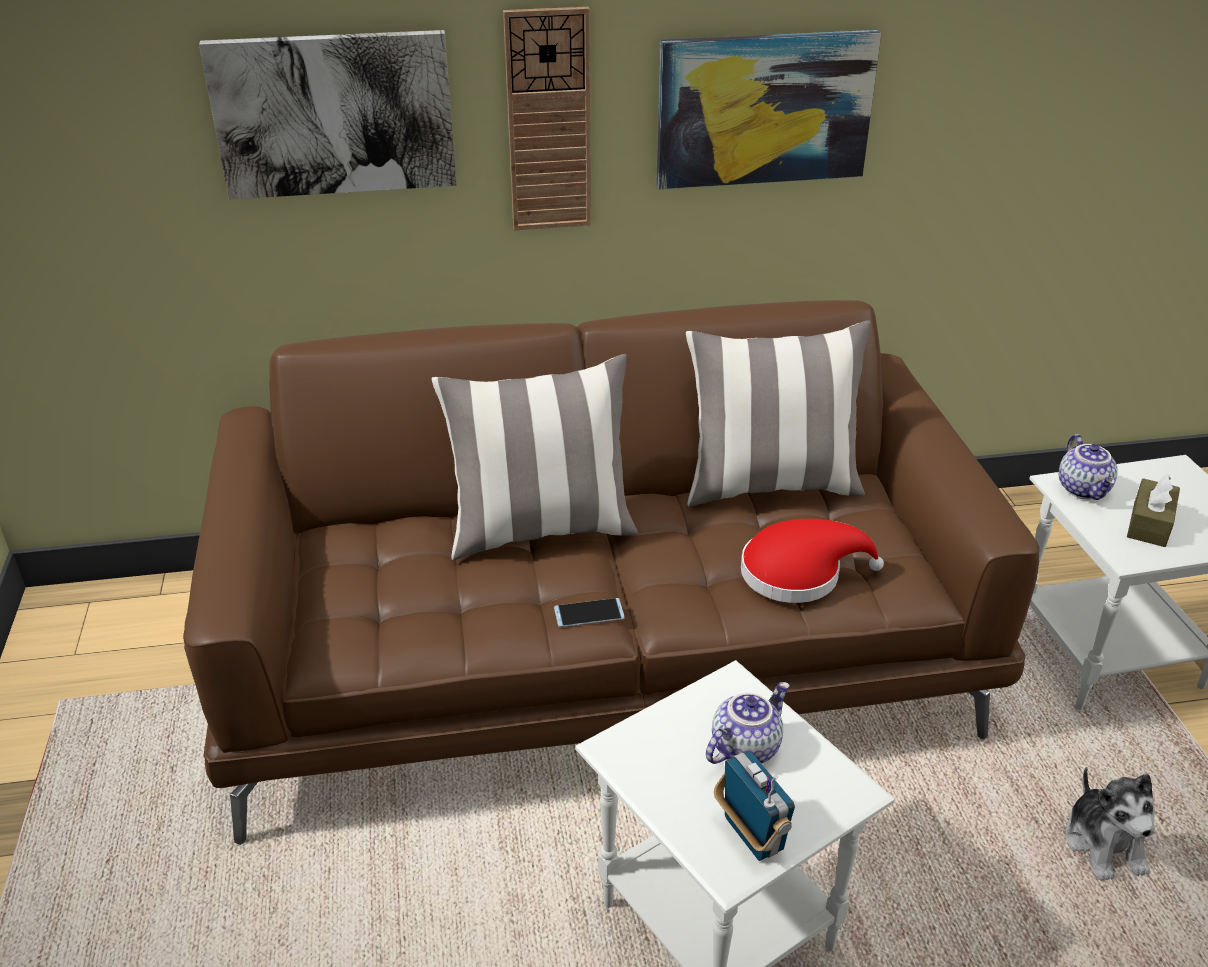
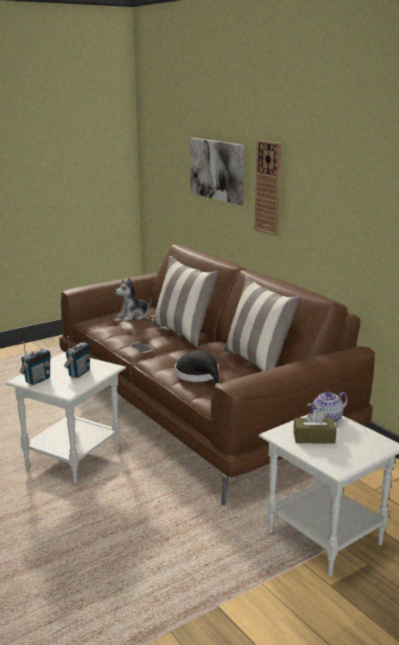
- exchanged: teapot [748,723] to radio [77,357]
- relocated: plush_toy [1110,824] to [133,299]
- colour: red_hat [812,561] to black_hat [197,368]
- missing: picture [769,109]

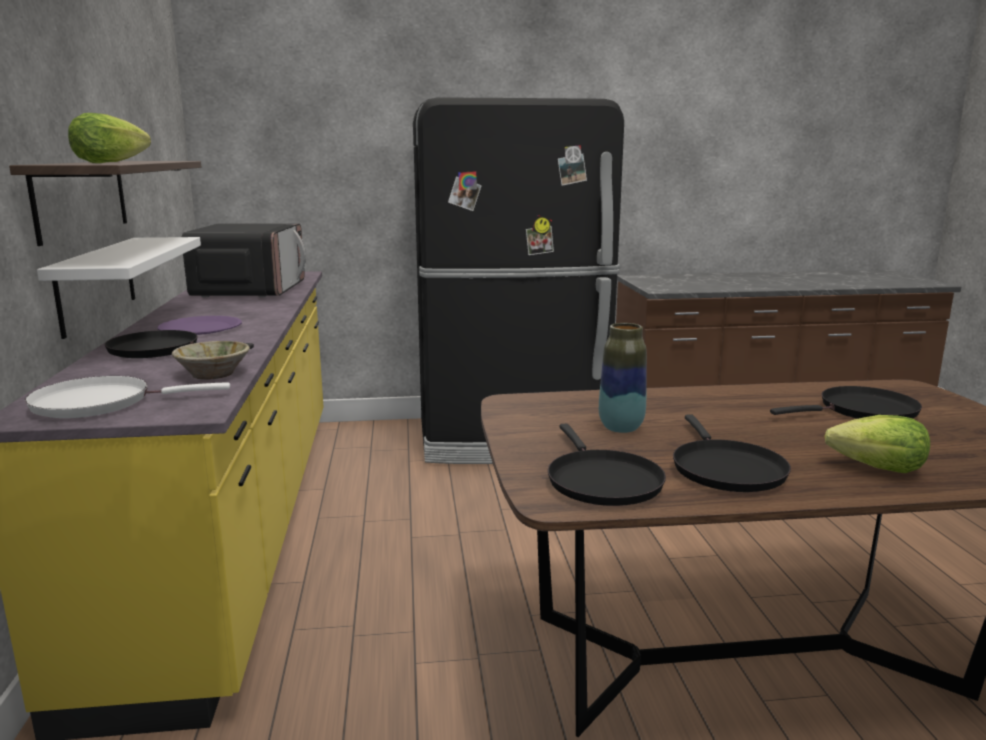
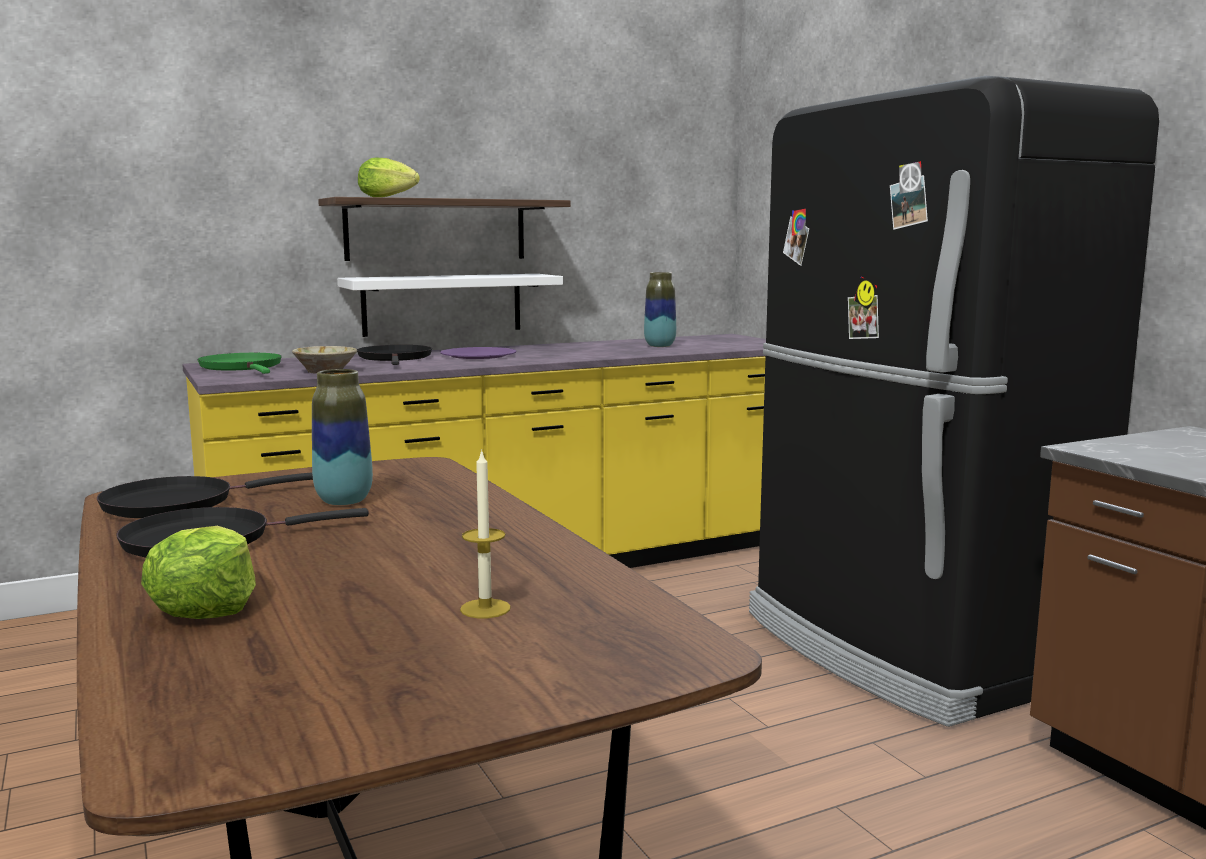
- colour: white_frying_pan [127,397] to green_frying_pan [239,363]
- exchanged: black_frying_pan [846,402] to candle [485,533]
- exchanged: microwave [244,260] to vase [660,309]

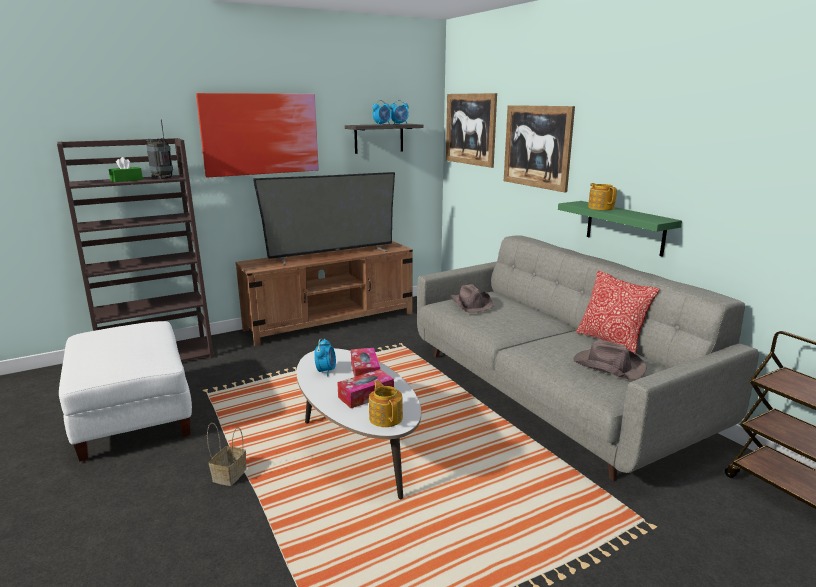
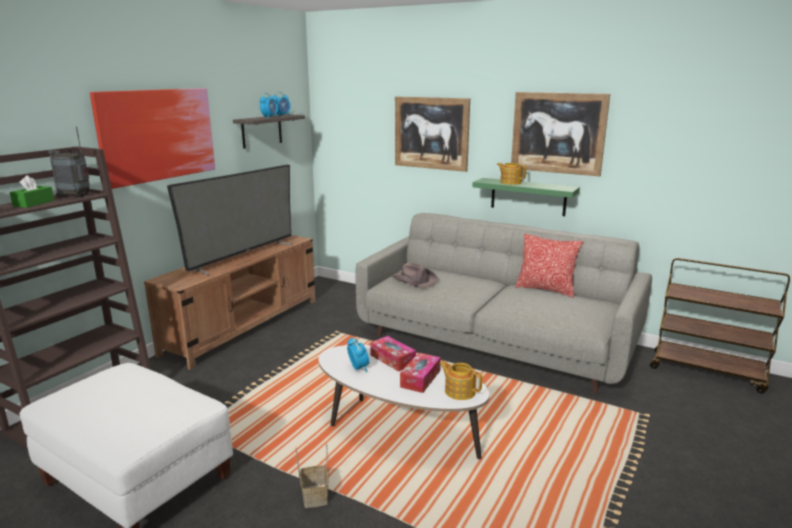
- relocated: picture [471,130] to [560,134]
- missing: brown_hat [610,360]

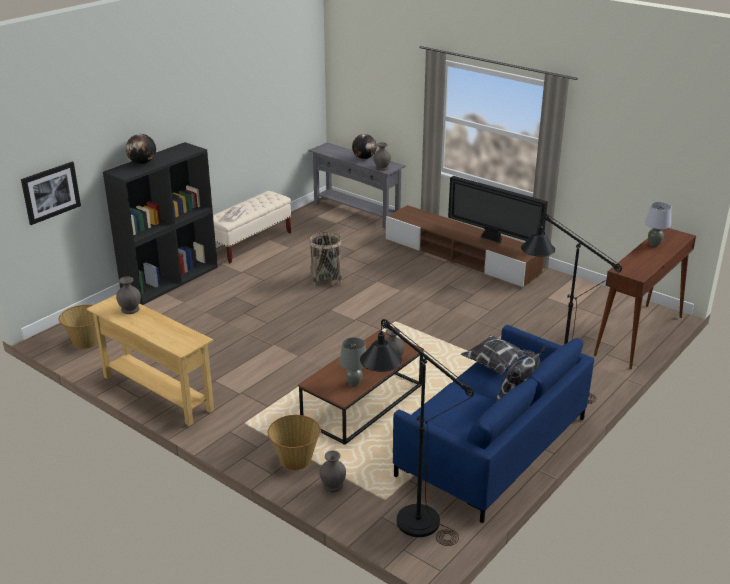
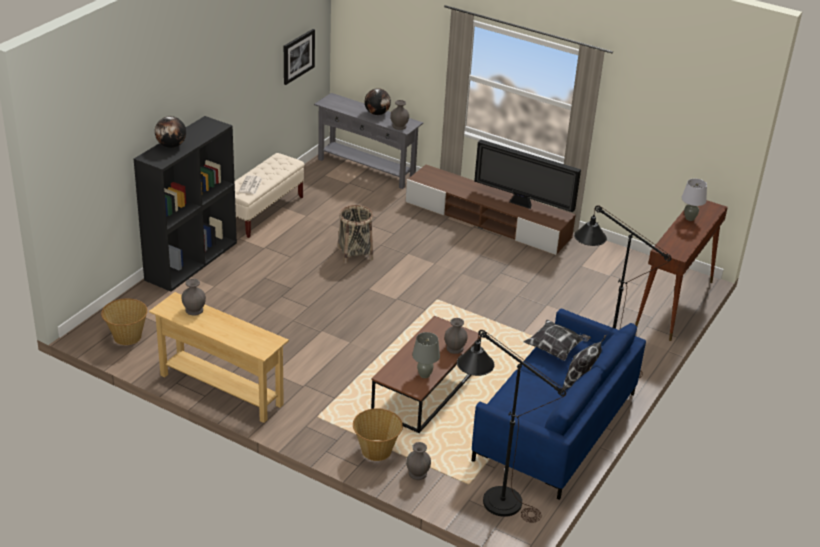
- relocated: picture [51,193] to [299,57]

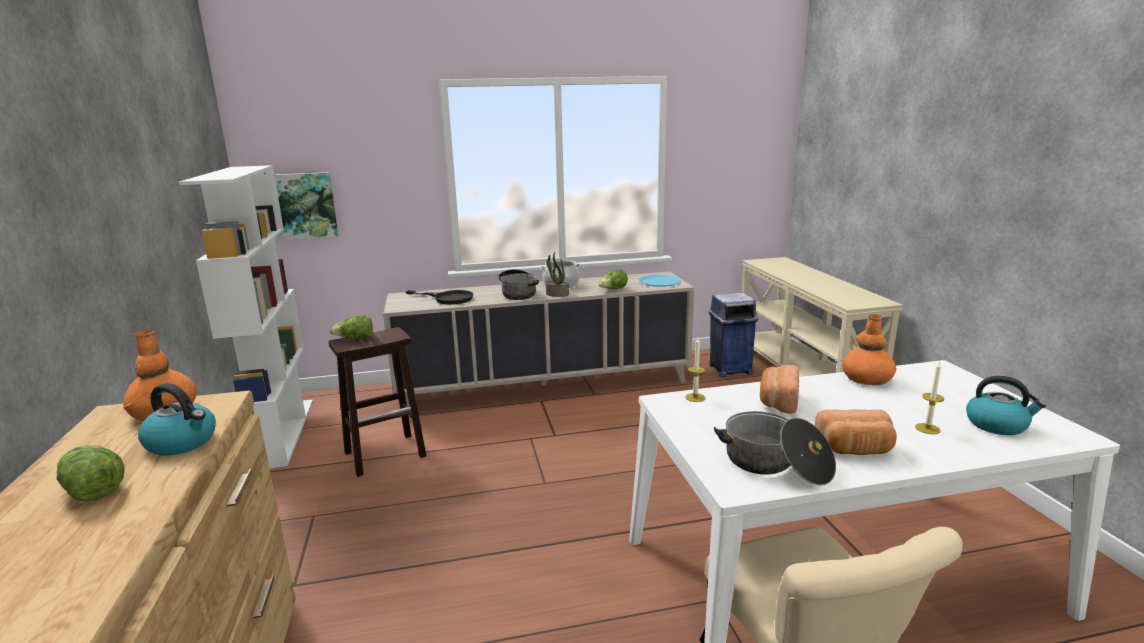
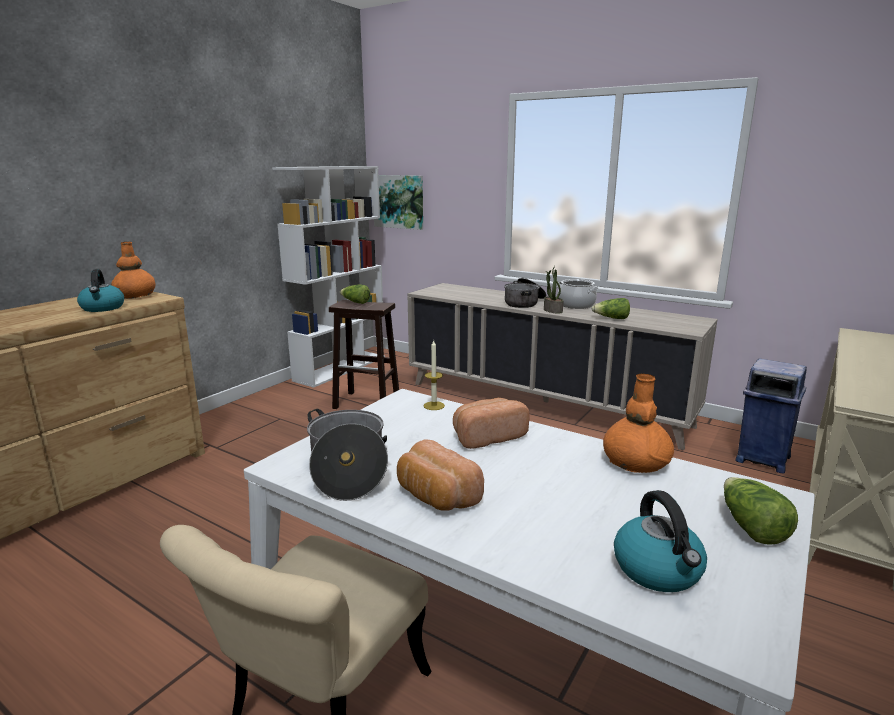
- relocated: lettuce [91,473] to [761,511]
- missing: black_frying_pan [440,297]
- missing: blue_plate [660,281]
- missing: candle [929,397]

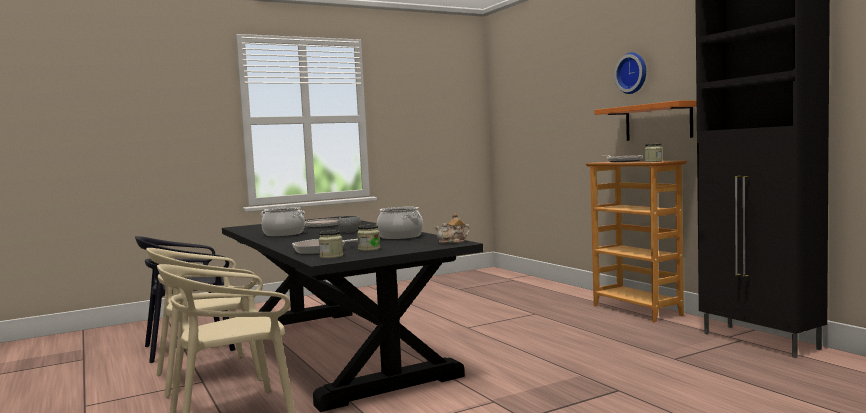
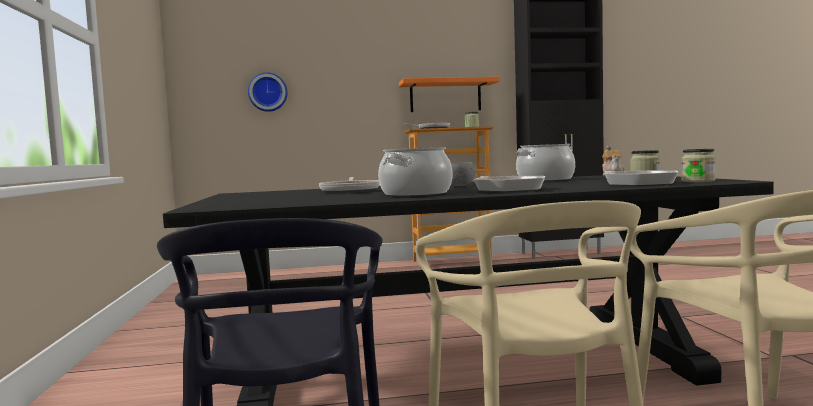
- relocated: wall_clock [630,73] to [268,92]
- appeared: frying_pan [509,184]

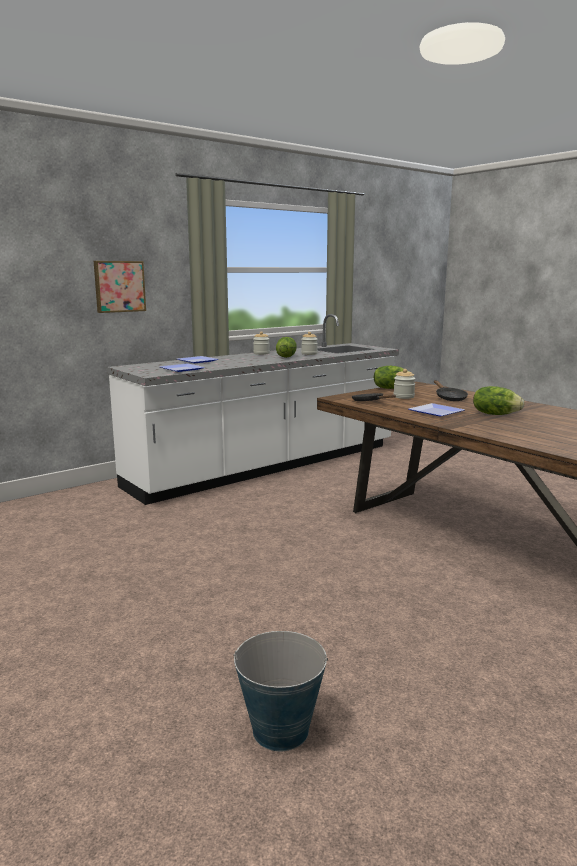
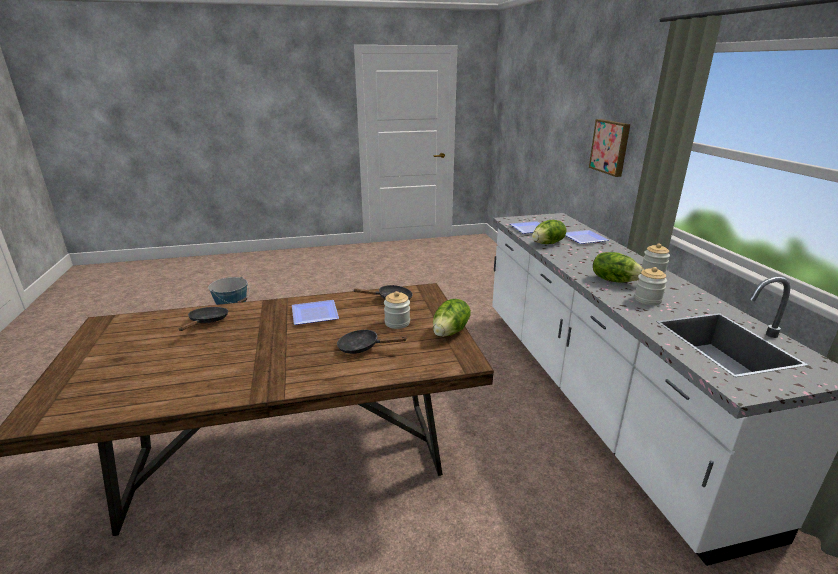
- appeared: black_frying_pan [203,319]
- relocated: lettuce [498,400] to [549,232]

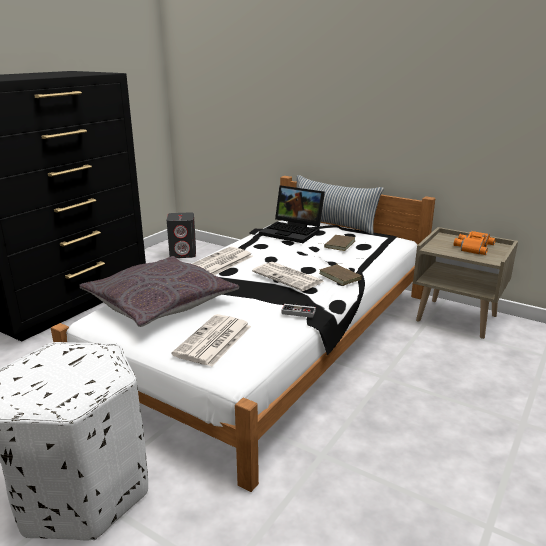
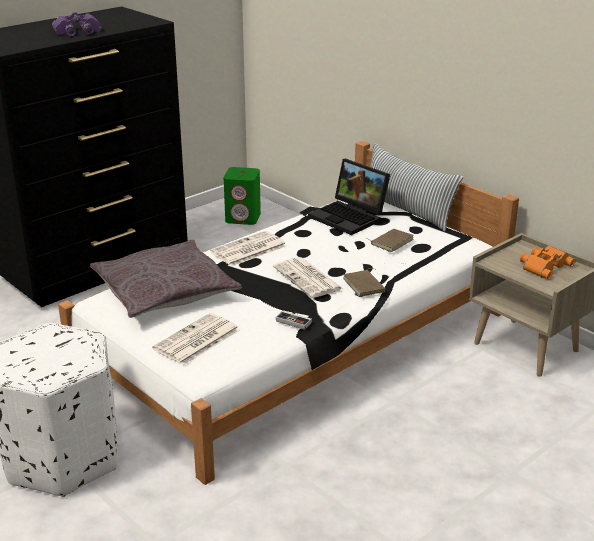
- appeared: purple_binoculars [77,24]
- colour: grey_speaker [181,235] to green_speaker [242,196]

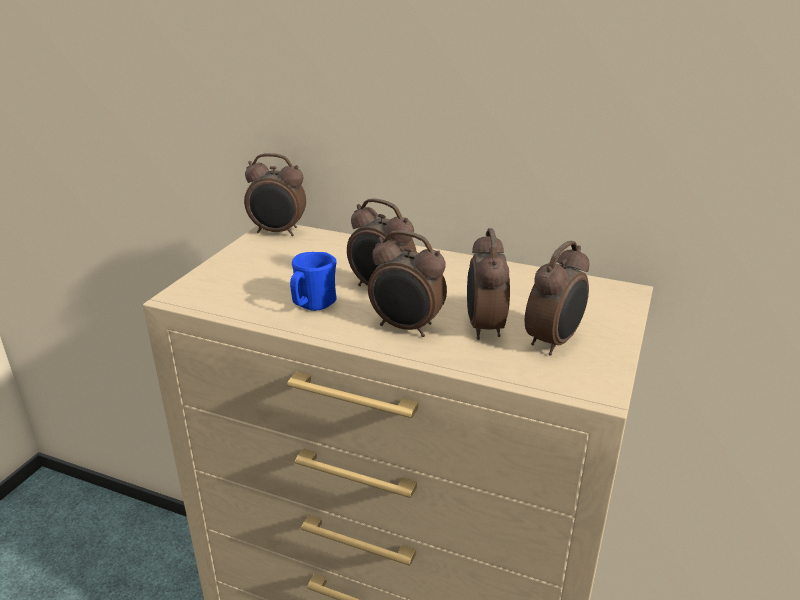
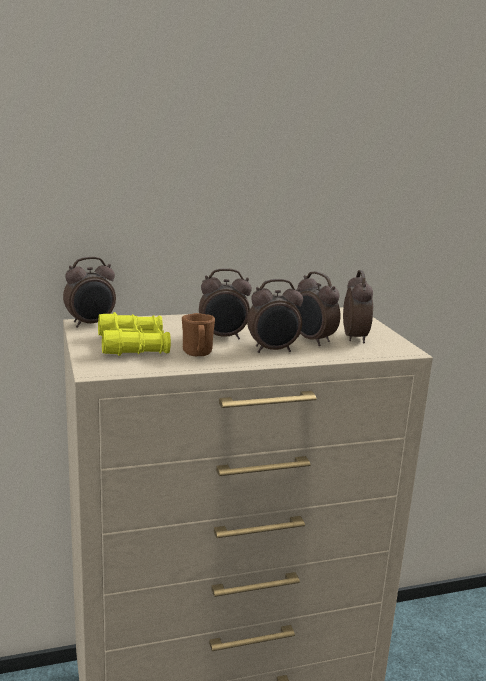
- appeared: yellow_binoculars [134,334]
- colour: blue_mug [313,281] to brown_mug [198,334]

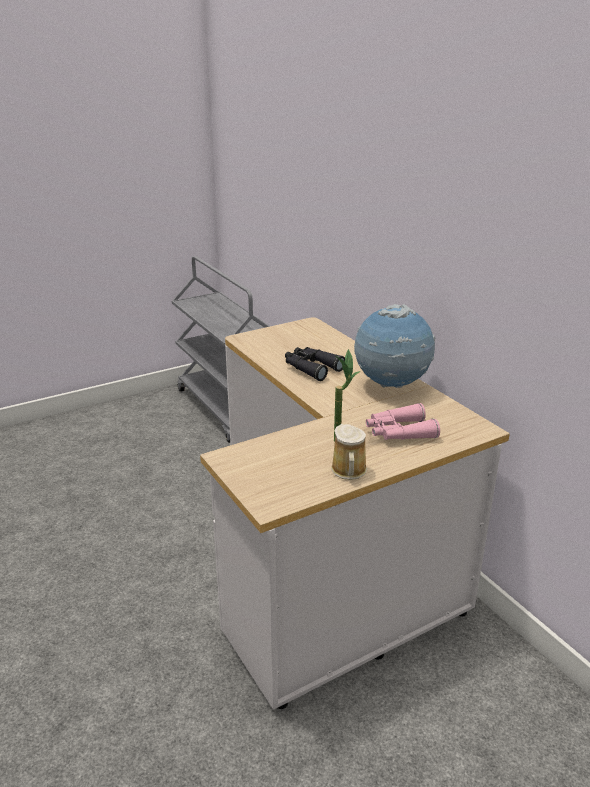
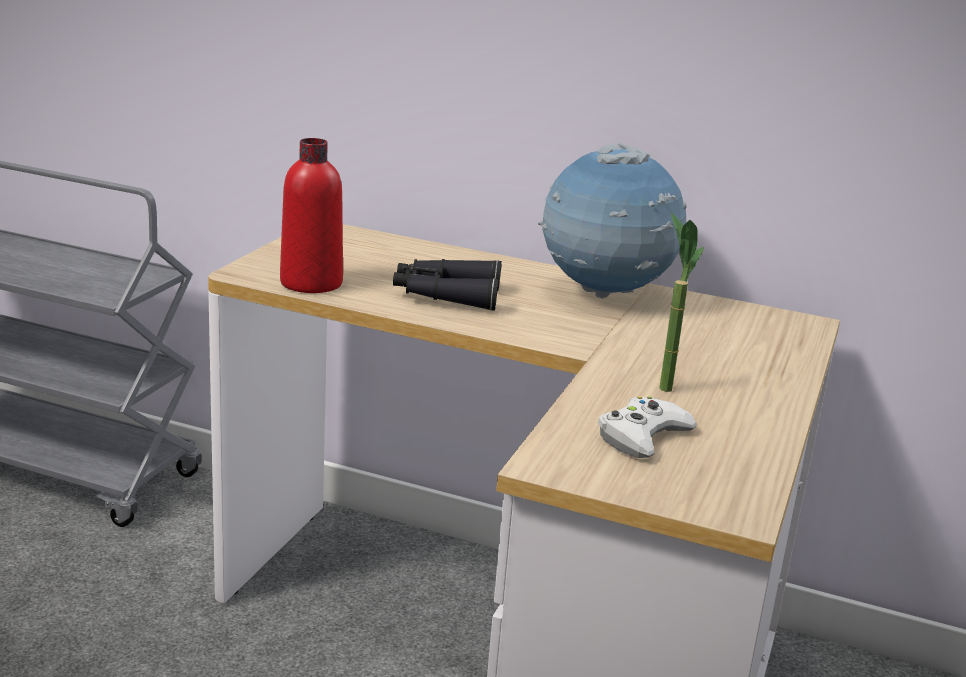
- appeared: red_bottle [311,215]
- appeared: white_game_controller [647,427]
- missing: mug [349,452]
- missing: pink_binoculars [403,421]

